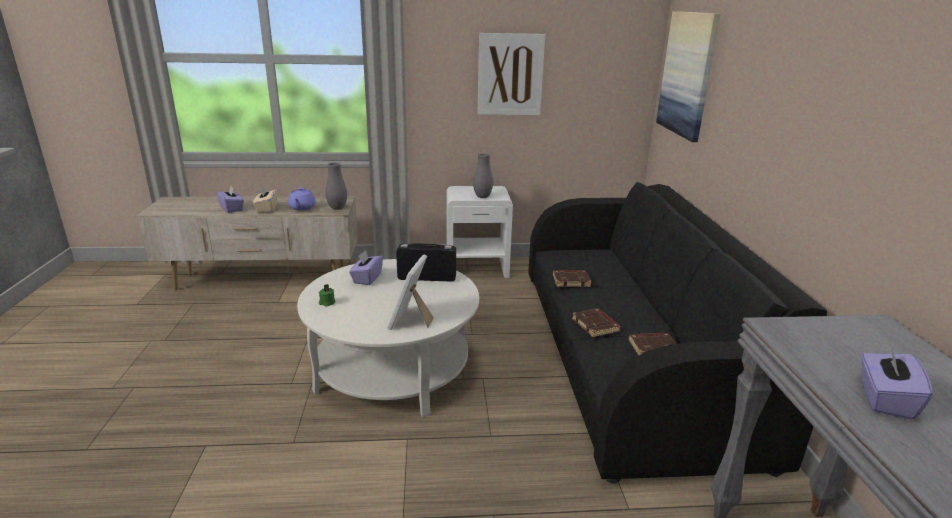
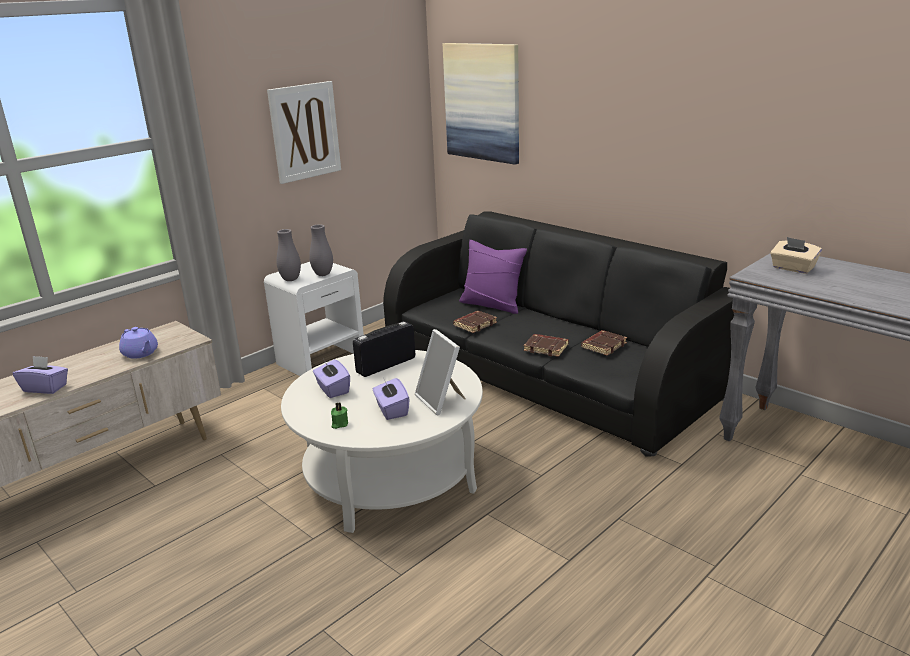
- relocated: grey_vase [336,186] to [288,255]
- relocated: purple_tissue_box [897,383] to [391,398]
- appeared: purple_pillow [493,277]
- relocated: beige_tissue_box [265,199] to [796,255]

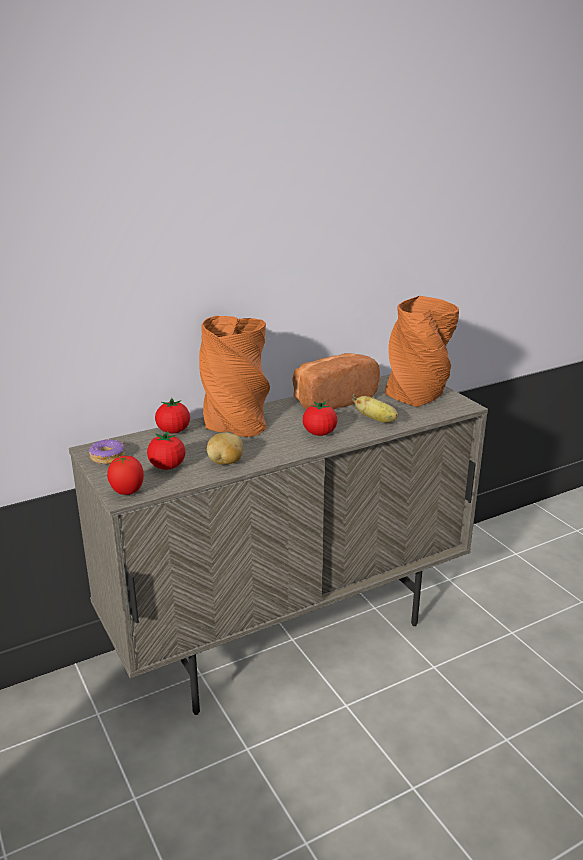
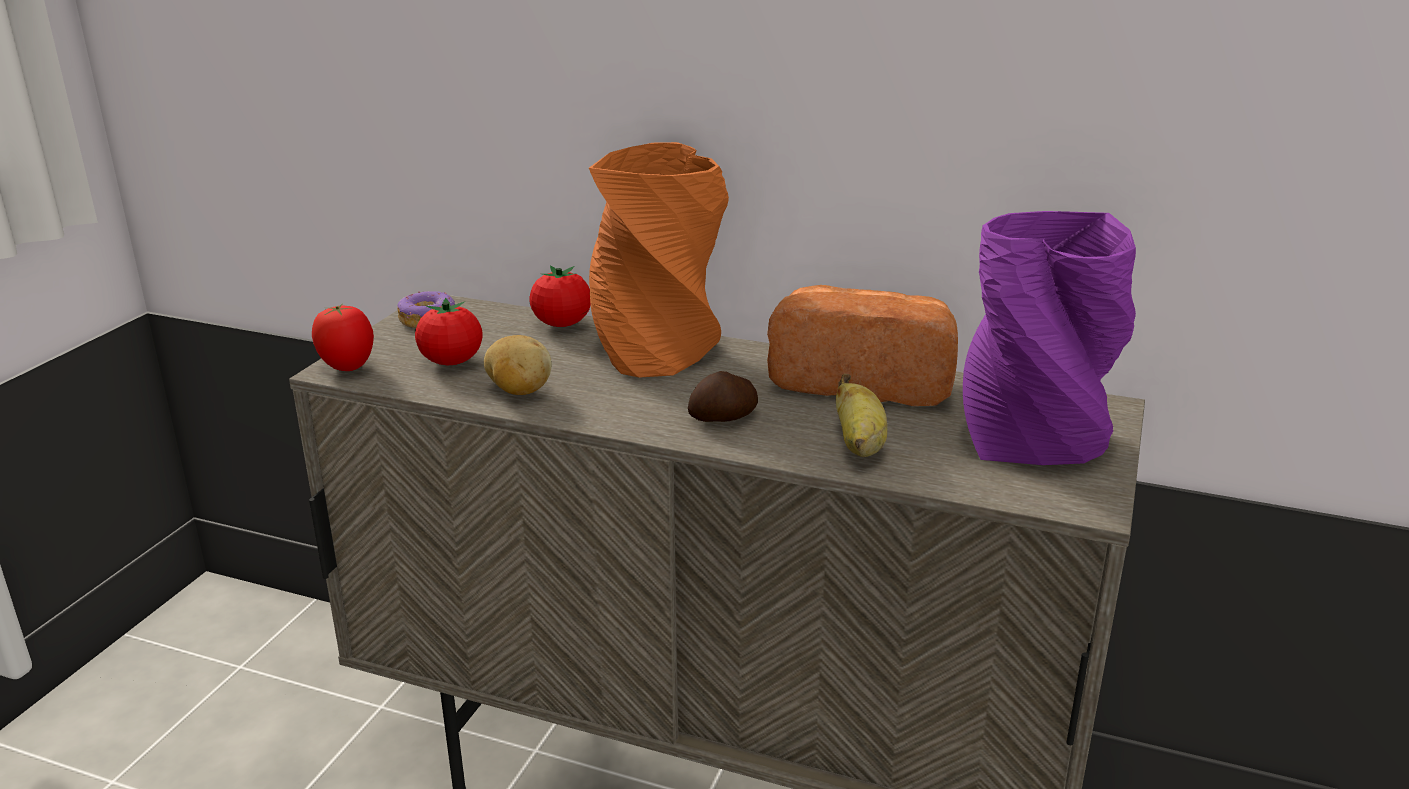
- exchanged: tomato [320,418] to potato [723,396]
- colour: orange_vase [422,351] to purple_vase [1049,338]

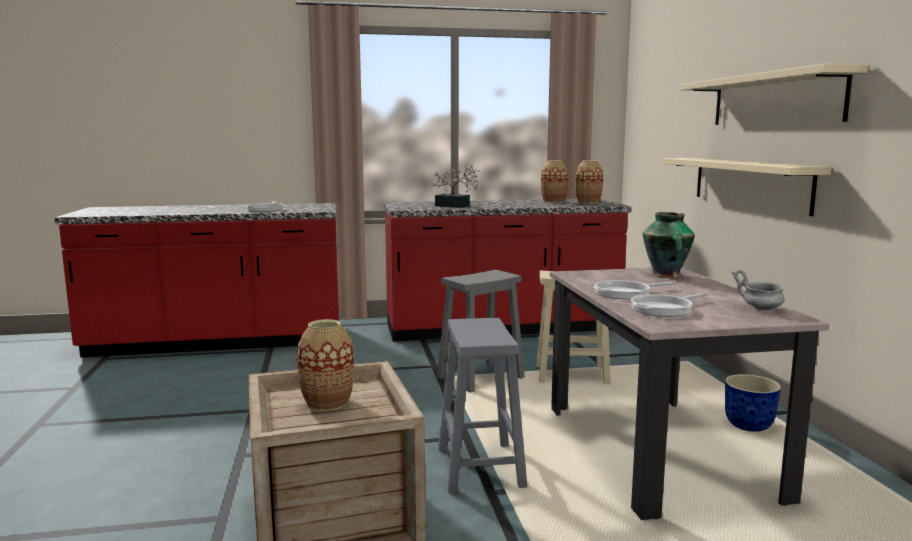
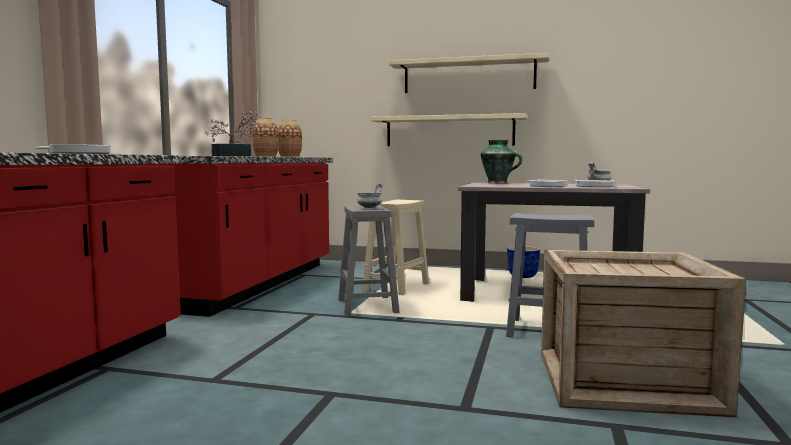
- appeared: grey_bowl [370,195]
- missing: vase [325,365]

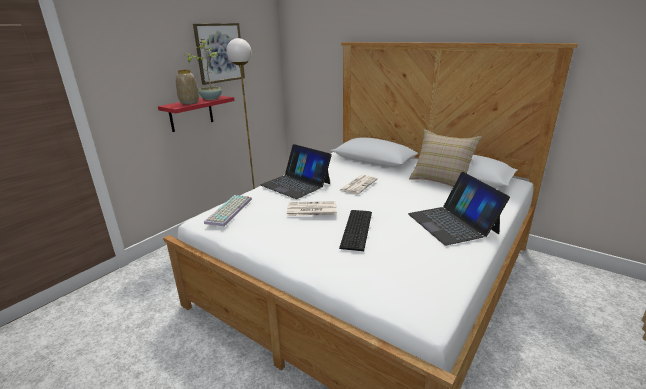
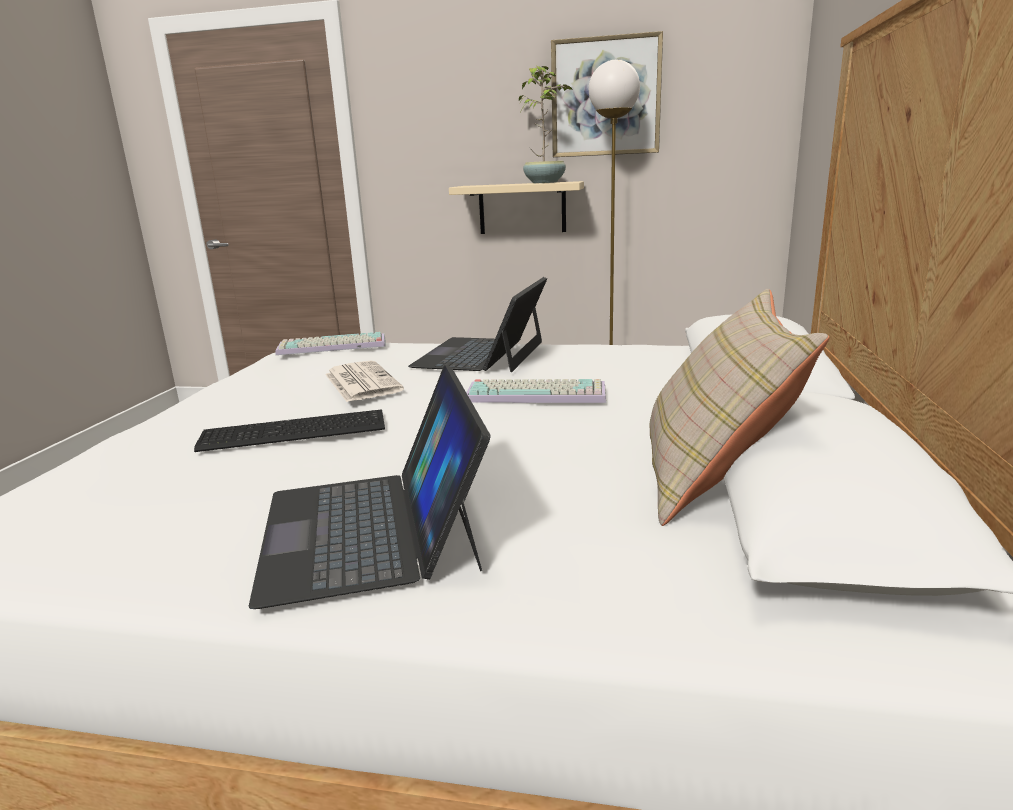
- spun: laptop [459,208] = [369,487] 60 degrees counterclockwise
- colour: red_shelf [196,114] to beige_shelf [516,207]
- exchanged: newspaper [358,184] to keyboard [536,391]
- missing: vase [187,87]

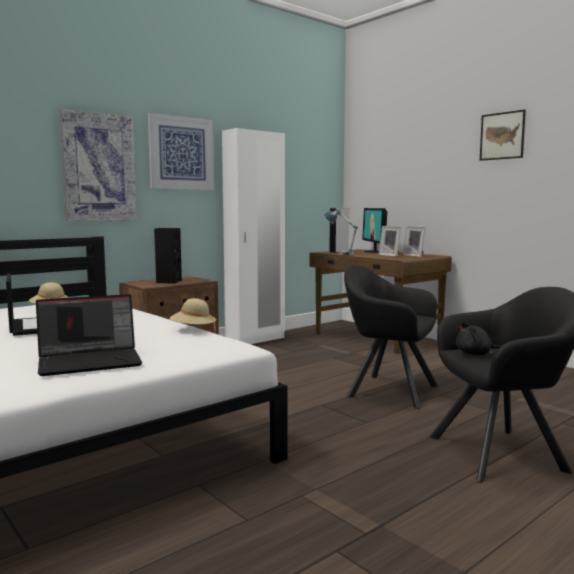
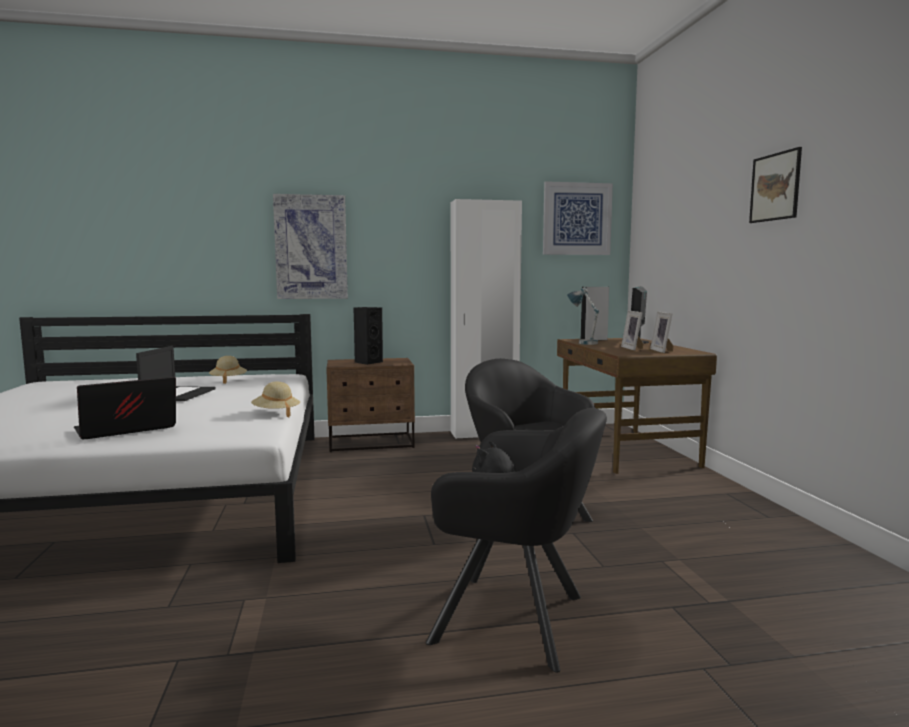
- spun: laptop [89,335] = [125,408] 135 degrees clockwise
- relocated: picture [181,151] to [578,218]

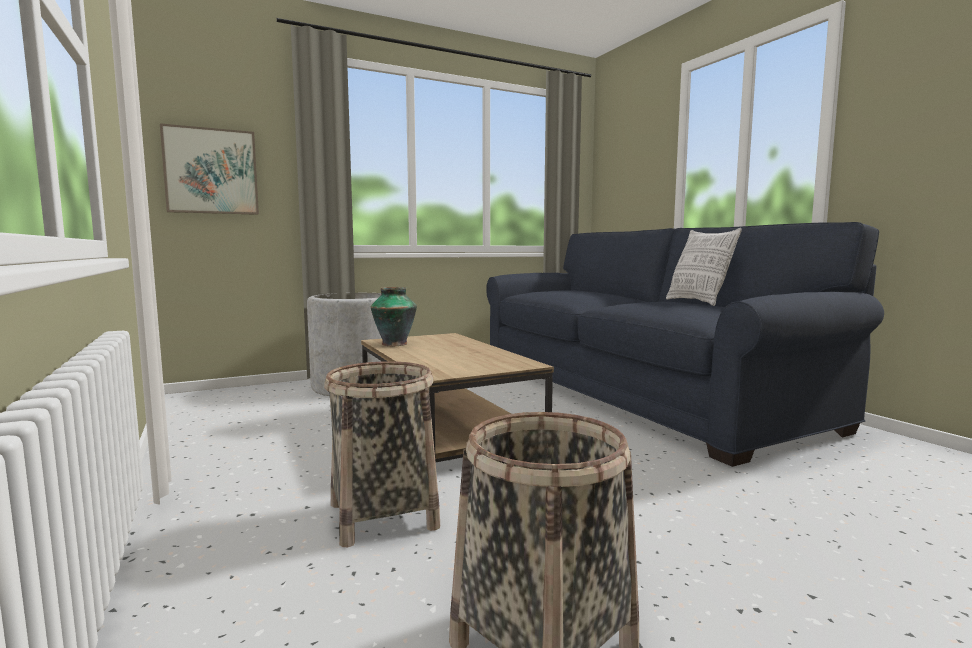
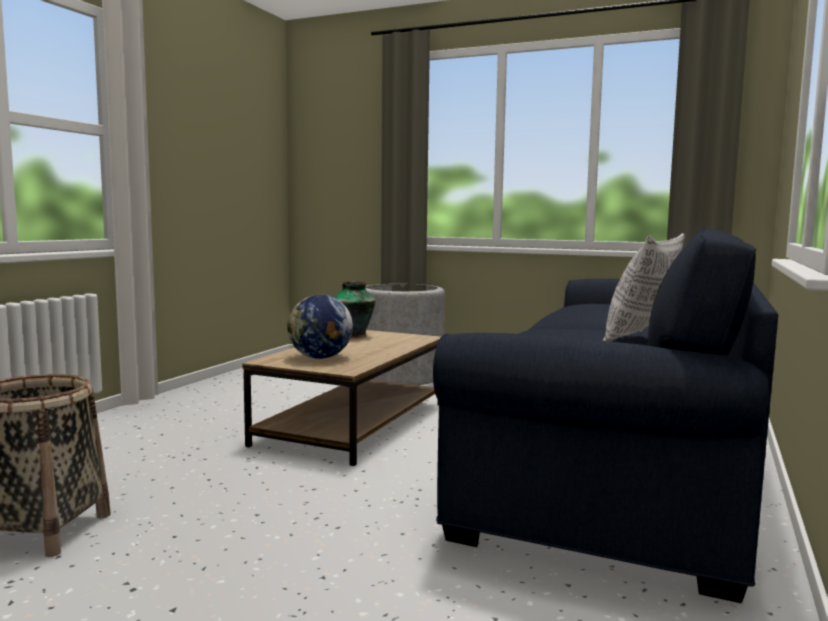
- appeared: globe [320,327]
- missing: picture [209,169]
- missing: basket [382,454]

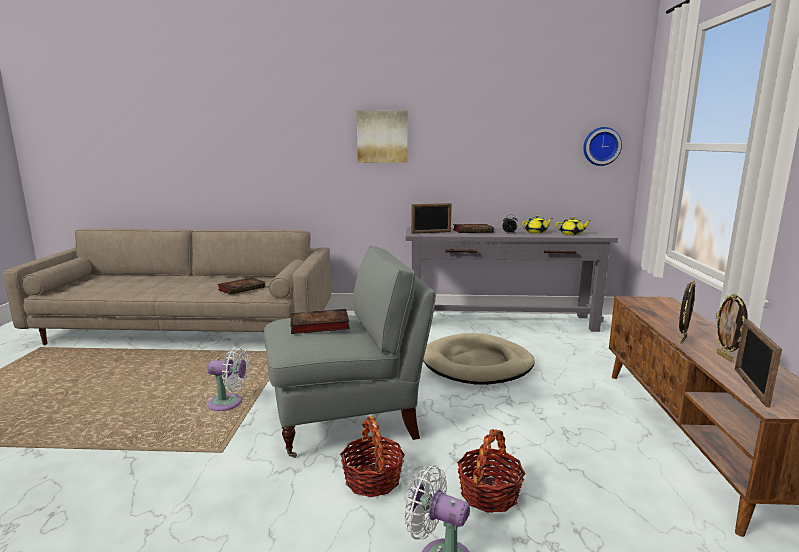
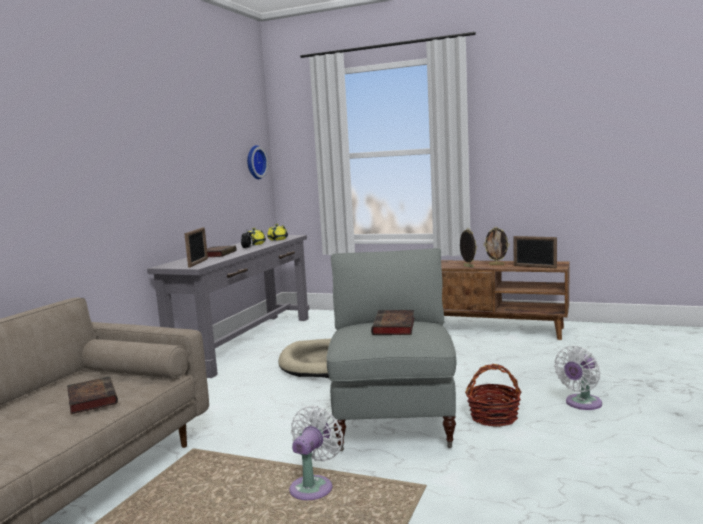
- missing: picture [382,136]
- missing: basket [491,471]

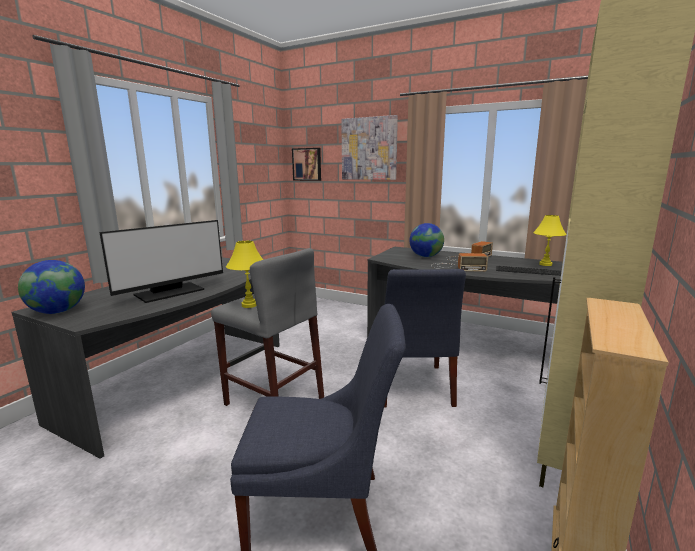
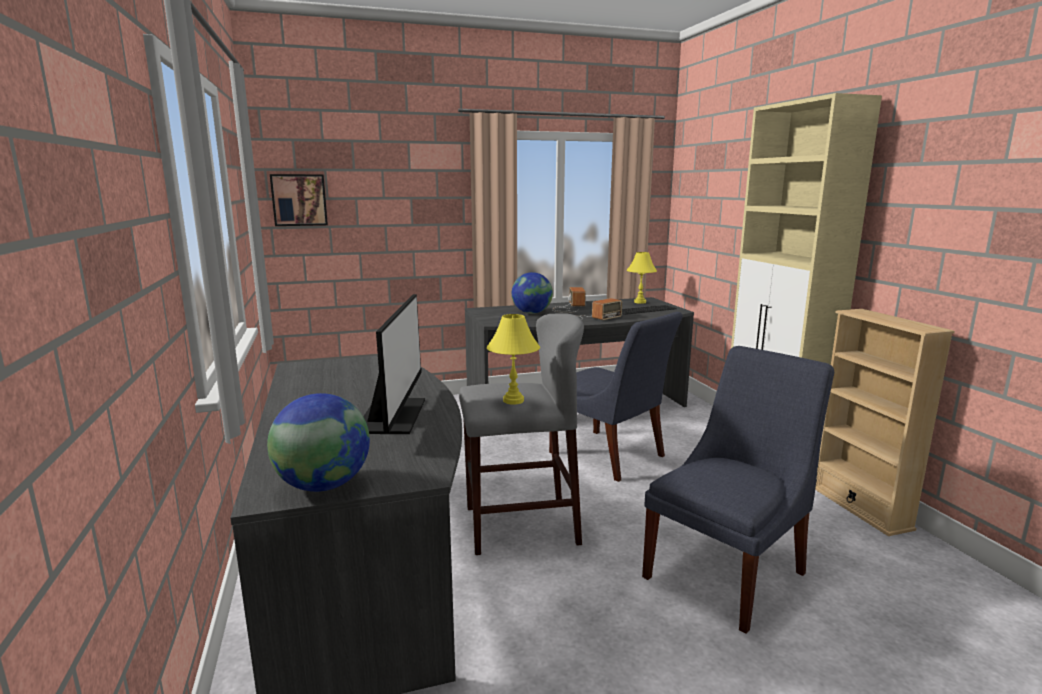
- missing: picture [369,147]

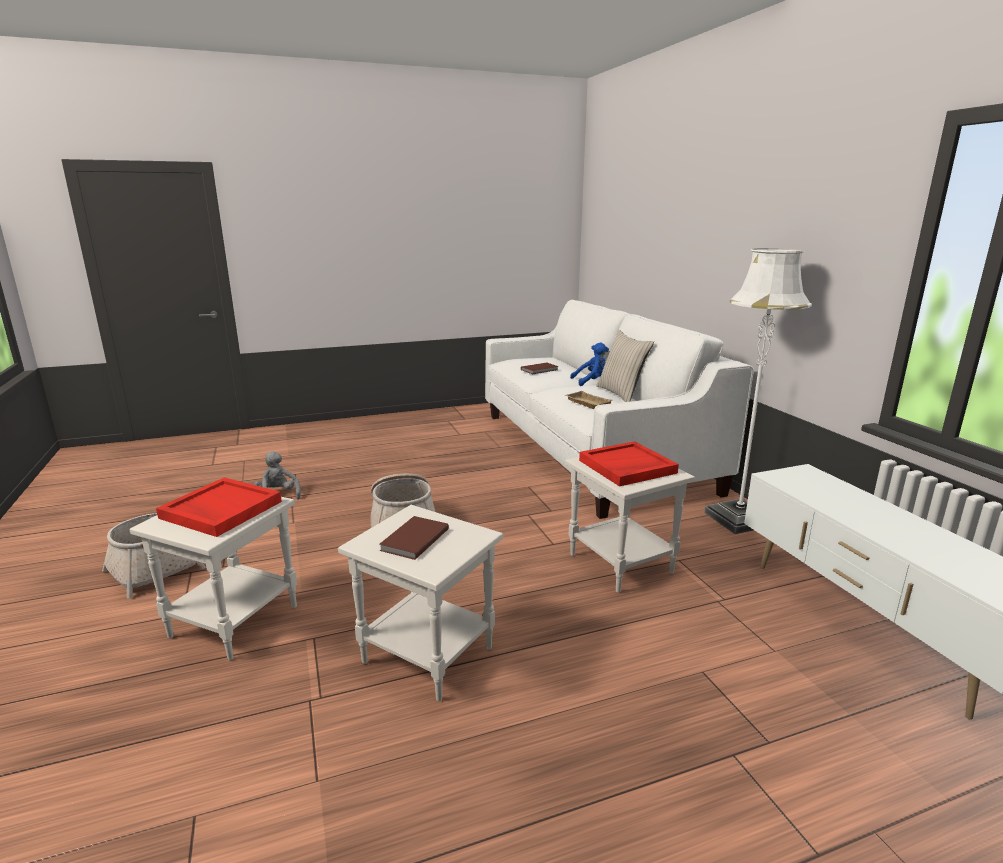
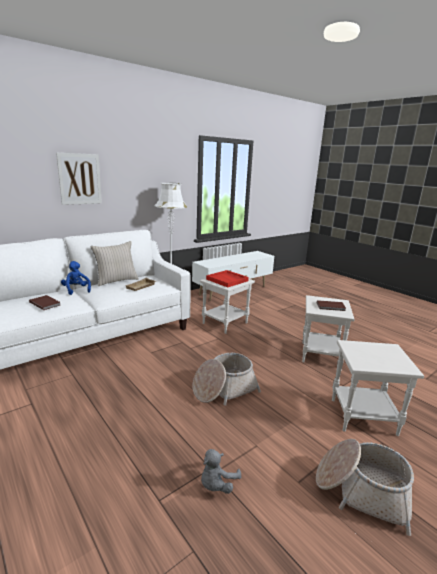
- appeared: picture [79,179]
- missing: red_tray [219,507]

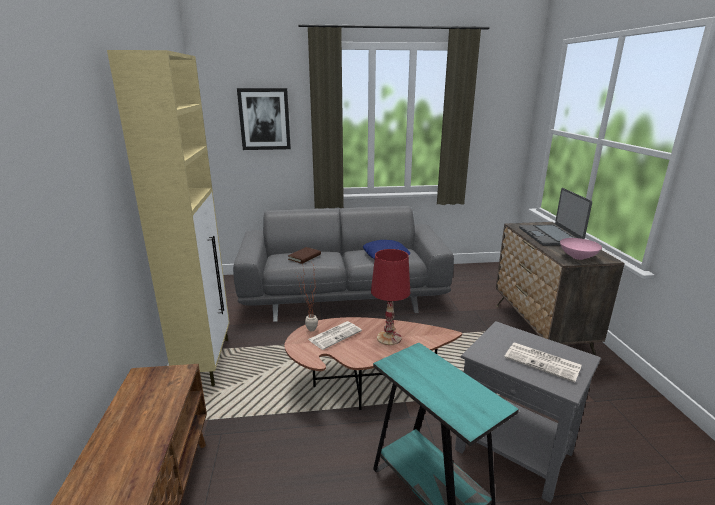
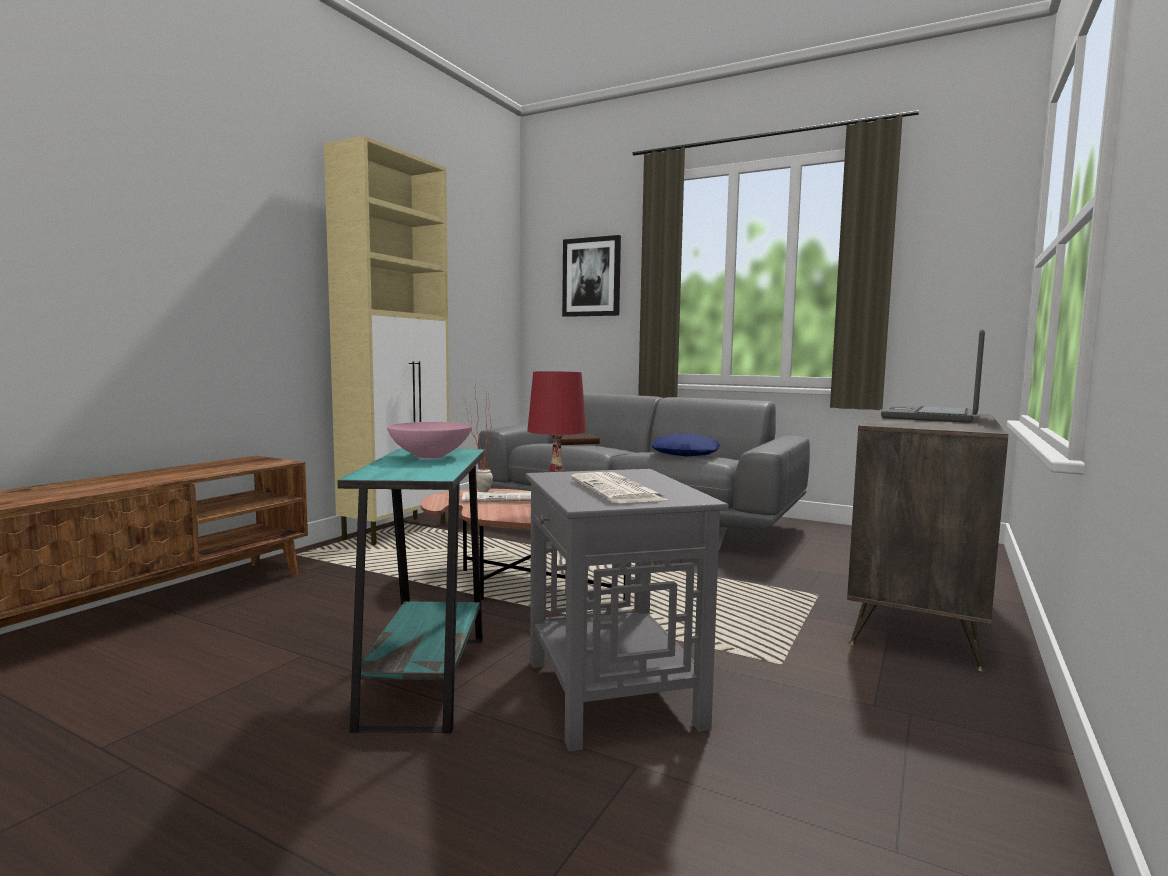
- relocated: pink_bowl [581,249] to [429,440]

